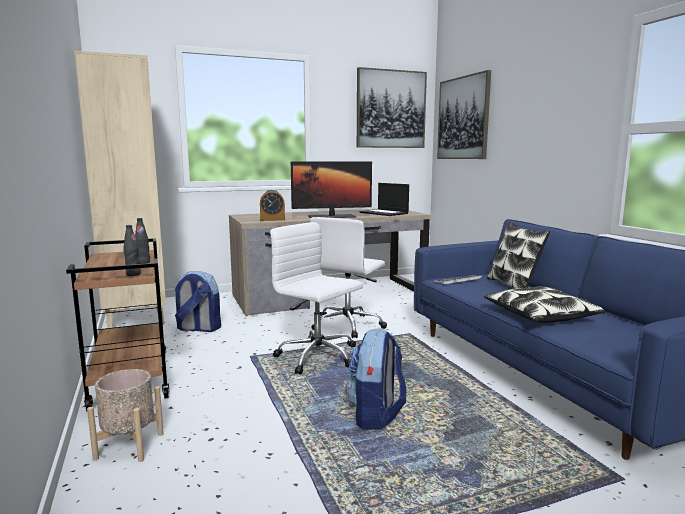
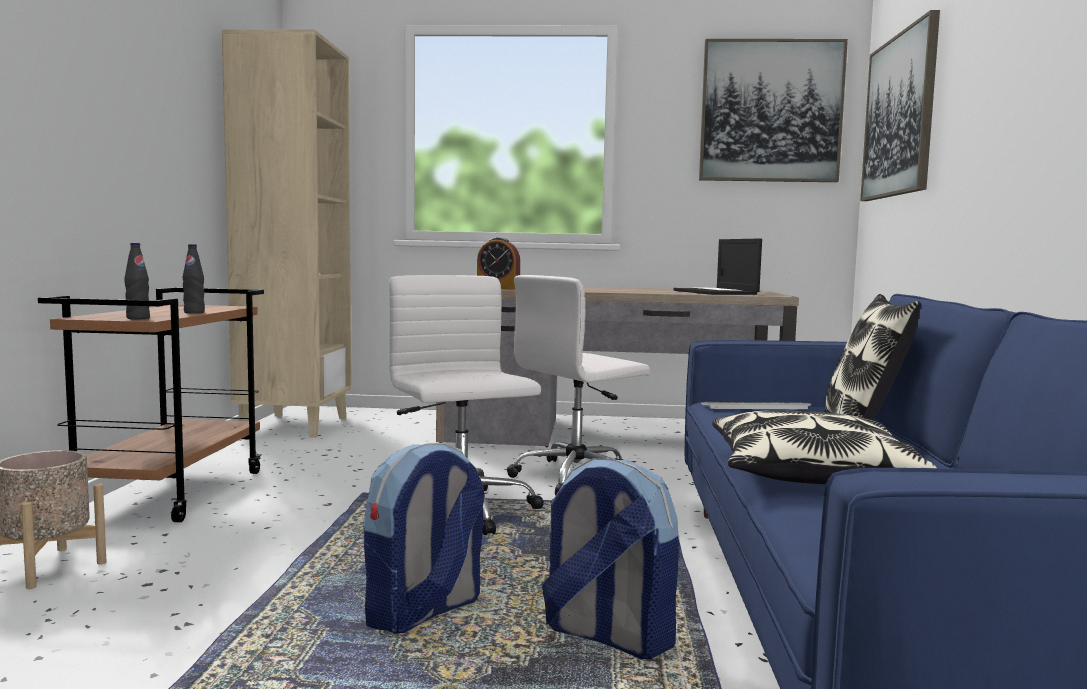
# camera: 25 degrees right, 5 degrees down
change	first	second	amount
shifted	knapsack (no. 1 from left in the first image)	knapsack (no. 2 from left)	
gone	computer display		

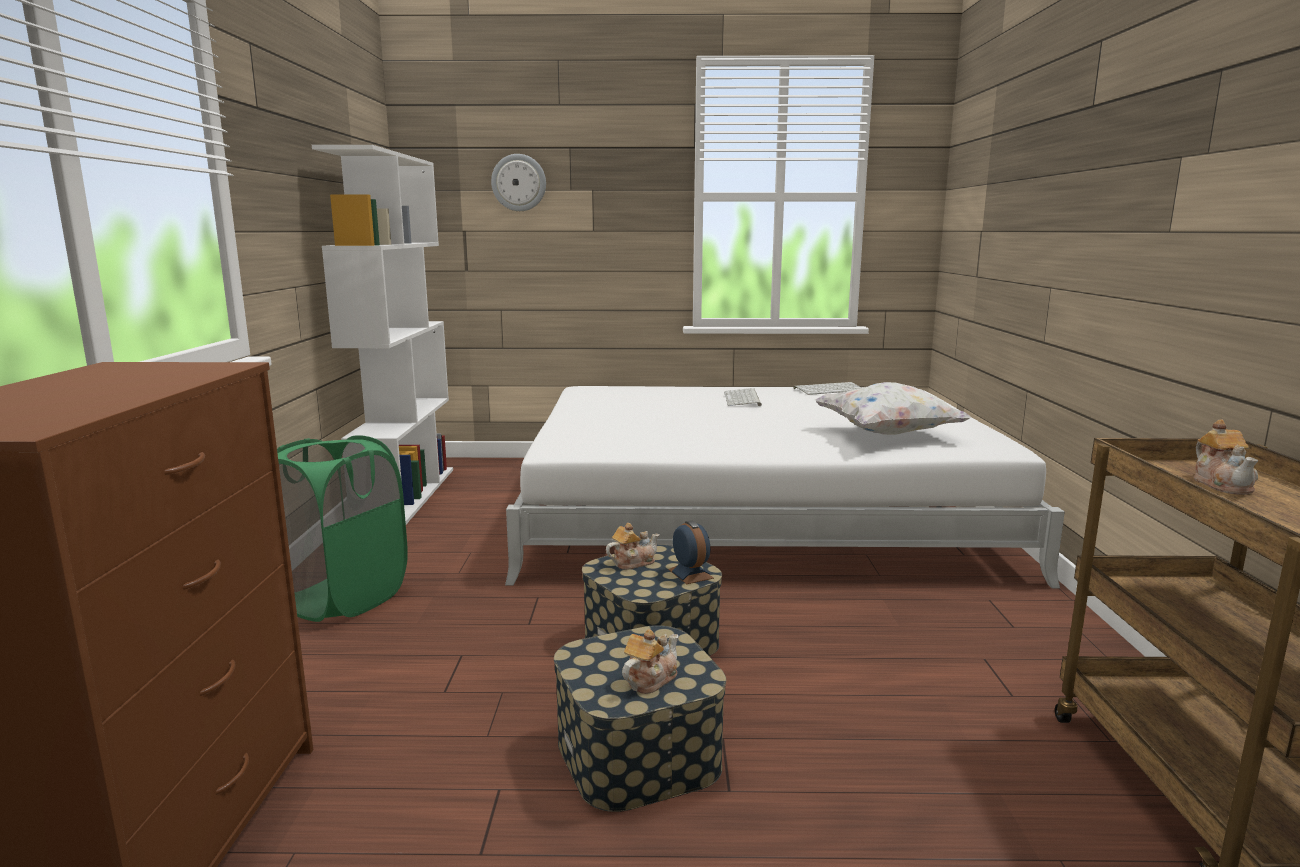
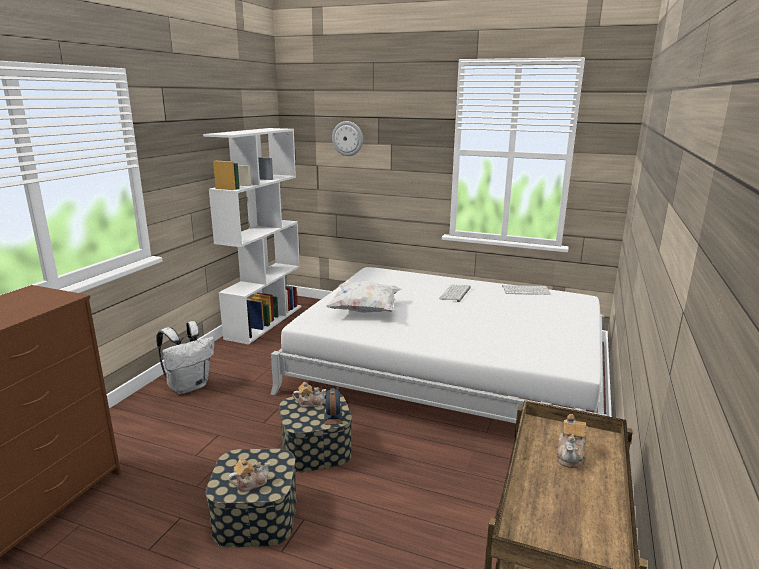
# camera: 20 degrees right, 5 degrees up
change	first	second	amount
swapped	green washing basket	whitish knapsack	
shifted	whitish throw pillow		

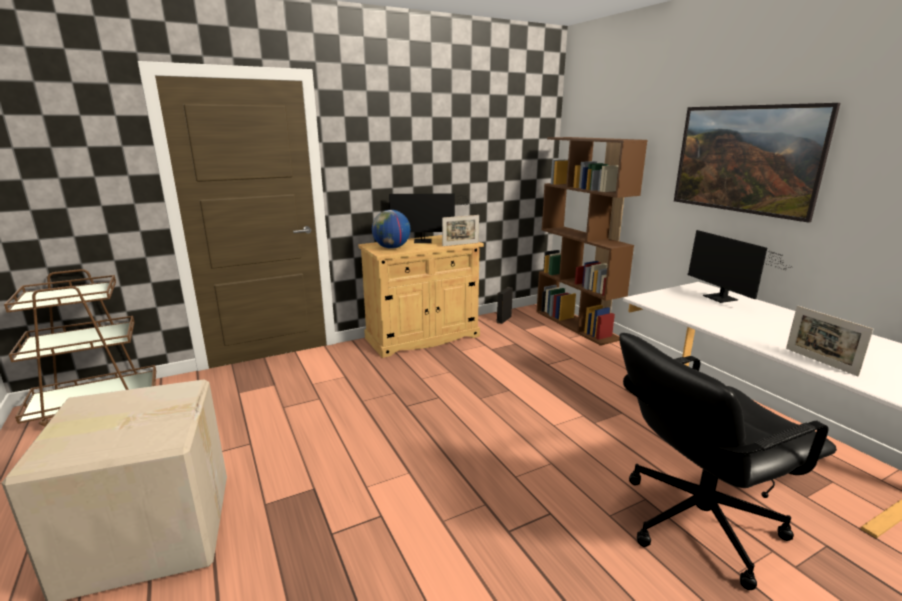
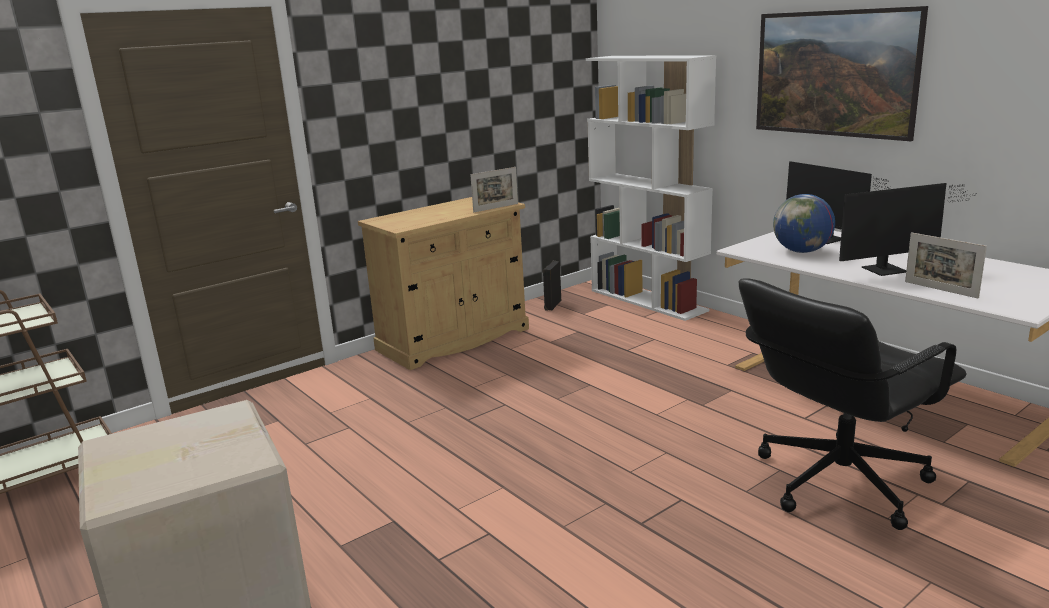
# camera: 10 degrees left, 0 degrees up
change	first	second	amount
shifted	globe		
shifted	computer display (no. 1 from left in the first image)	computer display (no. 2 from left)	
repainted	brownish bookshelf	whitish bookshelf	

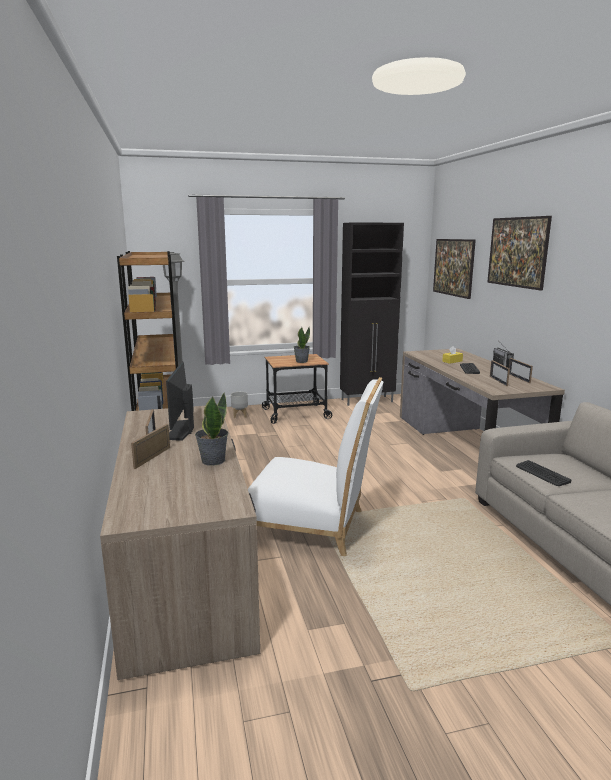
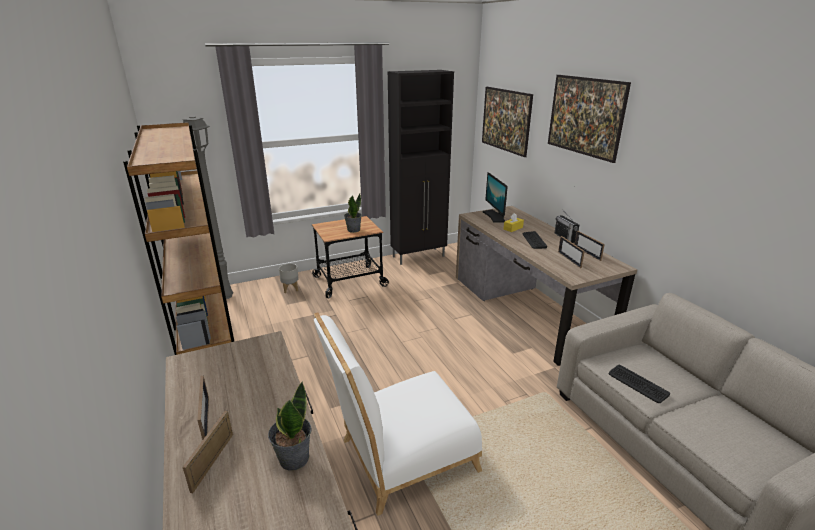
# camera: 10 degrees left, 10 degrees up
change	first	second	amount
shifted	computer display		
rotated	whitish chair		150 degrees clockwise

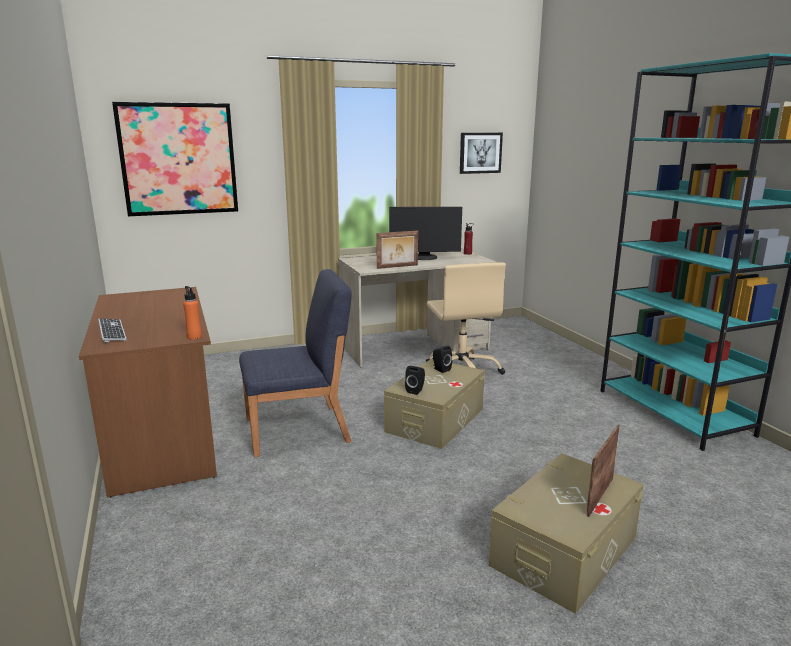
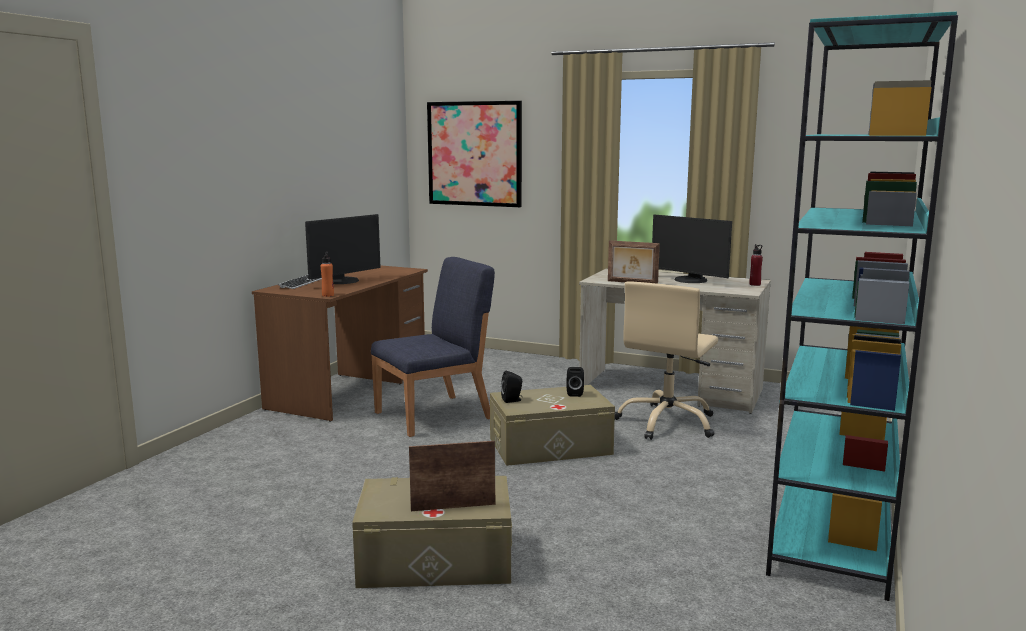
# camera: 45 degrees right, 5 degrees down
change	first	second	amount
rotated	blue chair		60 degrees counterclockwise
gone	picture (no. 2 from left)		
new		computer display (no. 1 from left)	

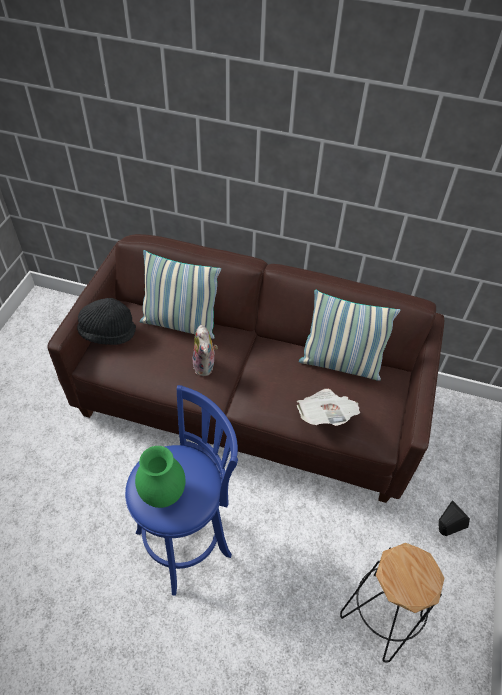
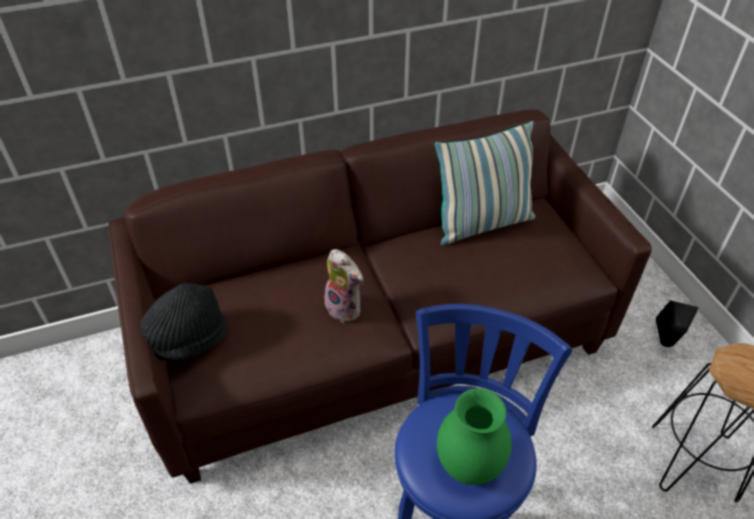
# camera: 35 degrees left, 5 degrees down
change	first	second	amount
gone	throw pillow (no. 1 from left)		
gone	newspaper		

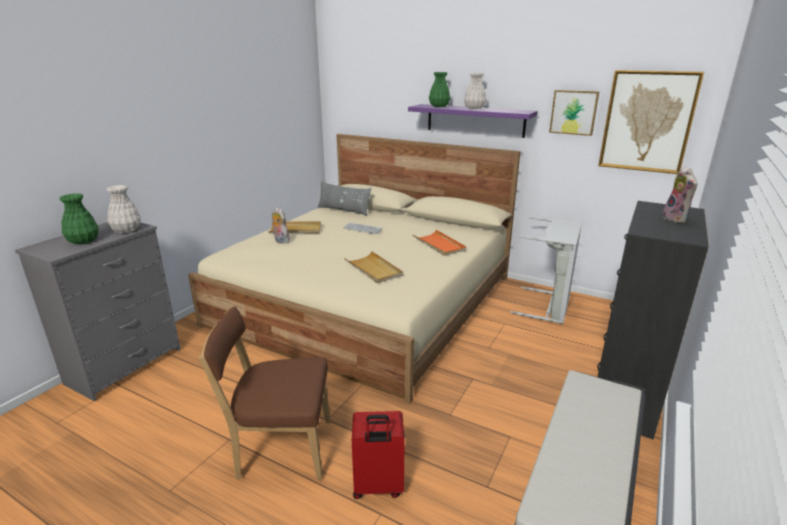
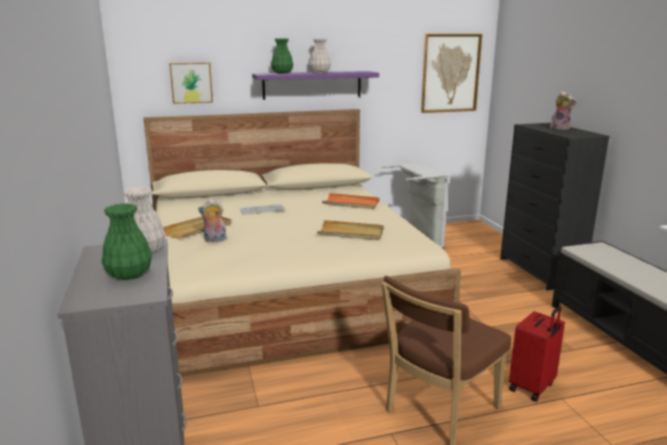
# camera: 45 degrees left, 5 degrees down
change	first	second	amount
gone	gray throw pillow		
shifted	picture (no. 1 from left)		

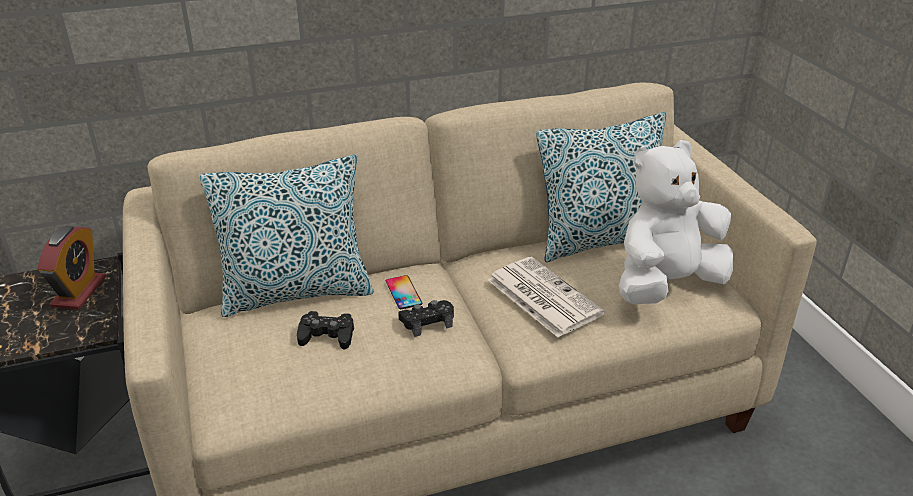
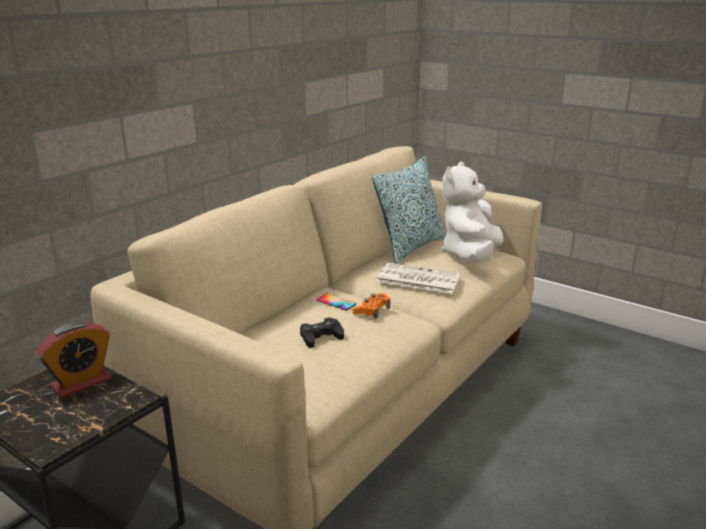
# camera: 35 degrees left, 10 degrees down
change	first	second	amount
rotated	bedside clock		75 degrees clockwise
gone	throw pillow (no. 1 from left)		
repainted	black-coloured joypad (no. 2 from left)	orange joypad	

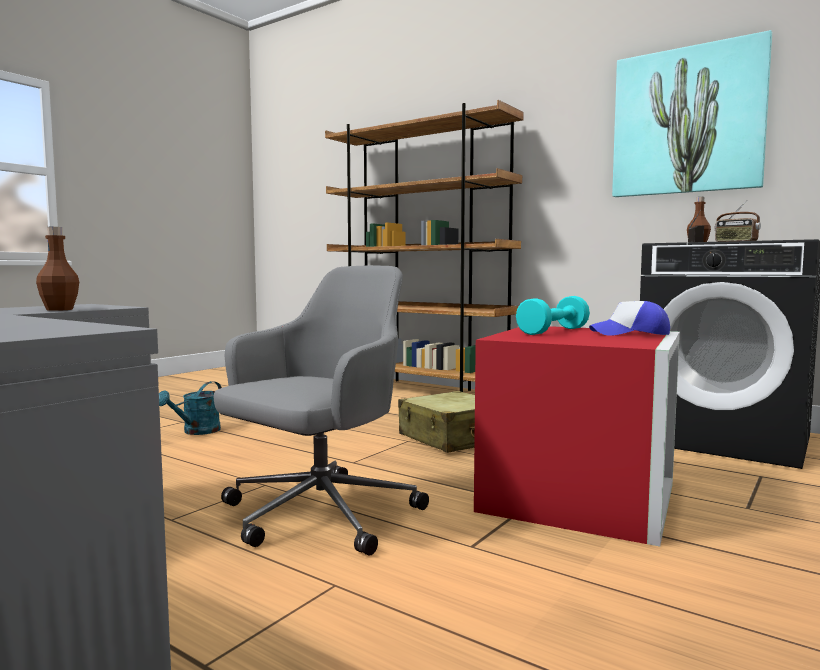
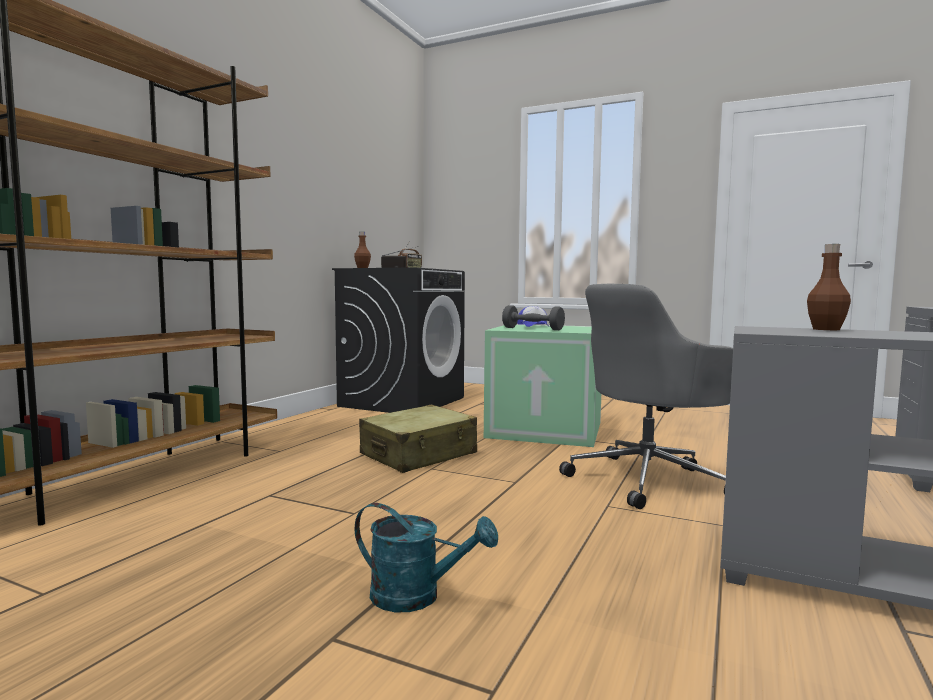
# camera: 100 degrees left, 0 degrees up
change	first	second	amount
rotated	gray office chair		60 degrees counterclockwise
repainted	reddish storage container	green storage container	
repainted	turquoise dumbbell	gray dumbbell	
gone	picture		

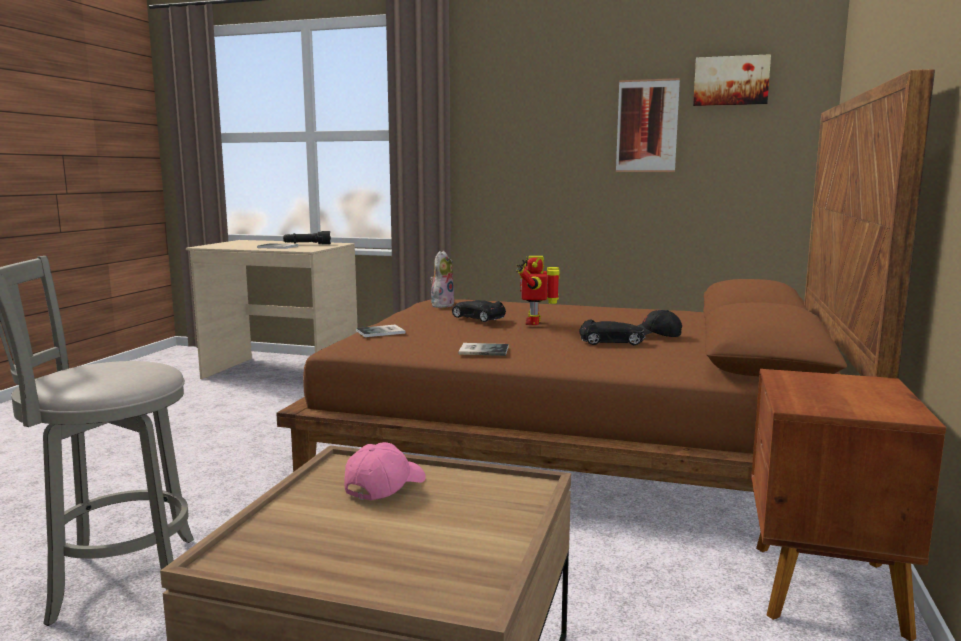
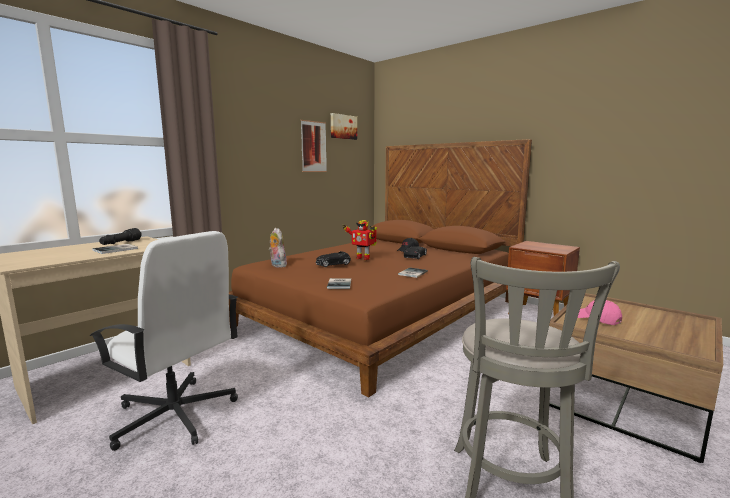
# camera: 65 degrees left, 0 degrees up
change	first	second	amount
new		whitish office chair	

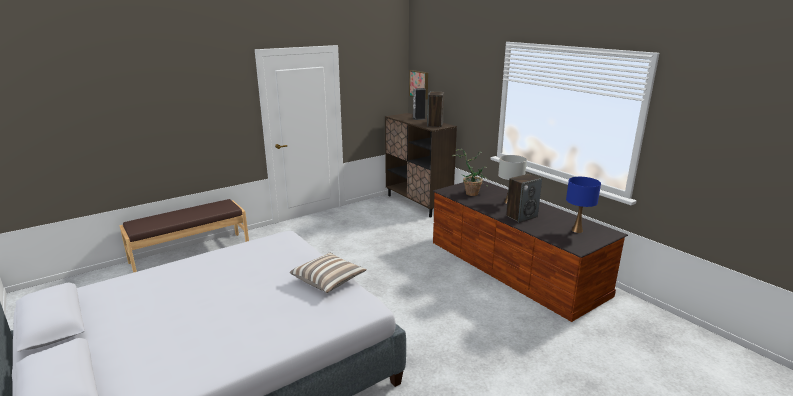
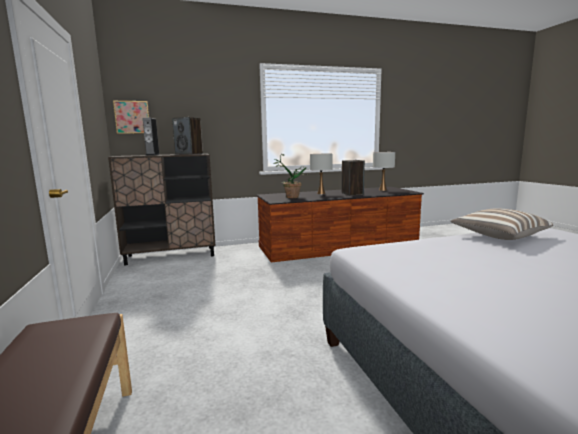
# camera: 70 degrees left, 10 degrees down
change	first	second	amount
repainted	blue tabletop lamp	whitish tabletop lamp (no. 2 from left)	

